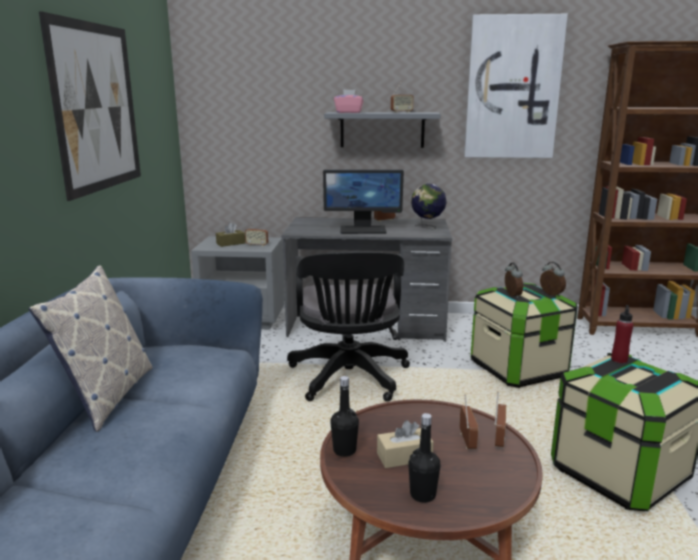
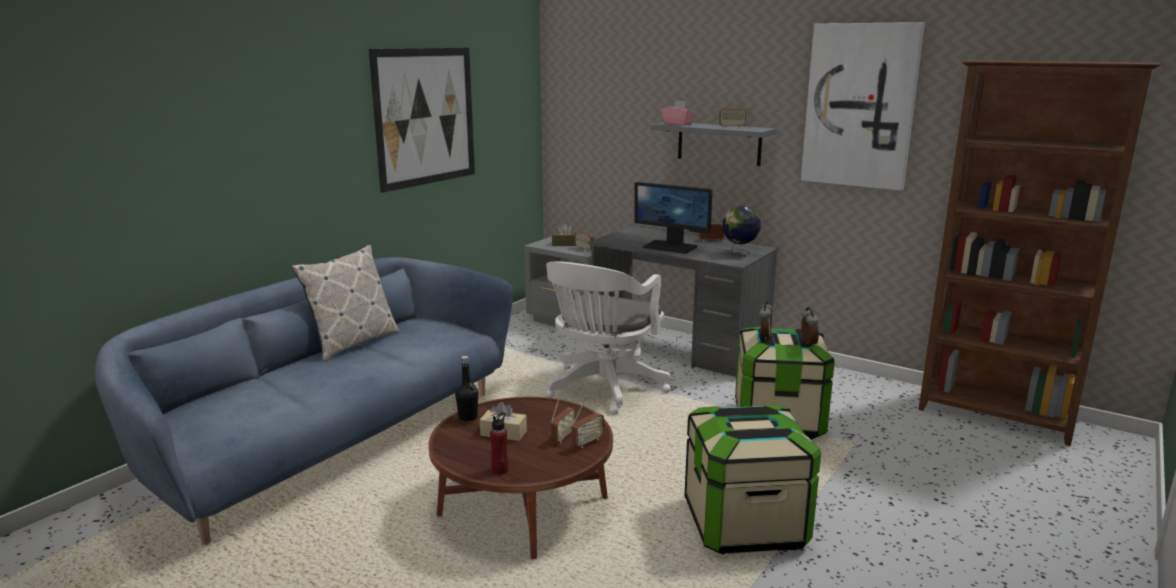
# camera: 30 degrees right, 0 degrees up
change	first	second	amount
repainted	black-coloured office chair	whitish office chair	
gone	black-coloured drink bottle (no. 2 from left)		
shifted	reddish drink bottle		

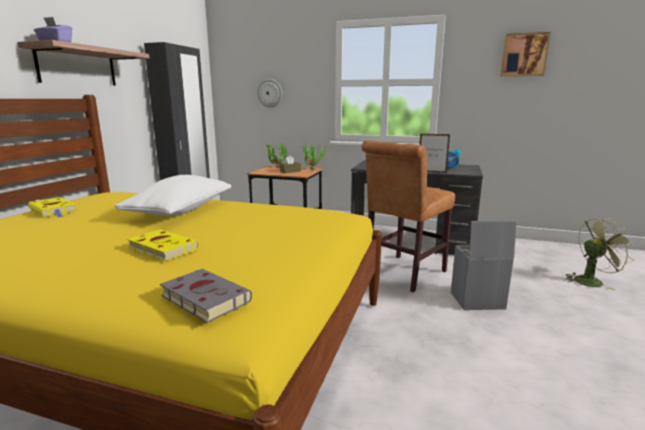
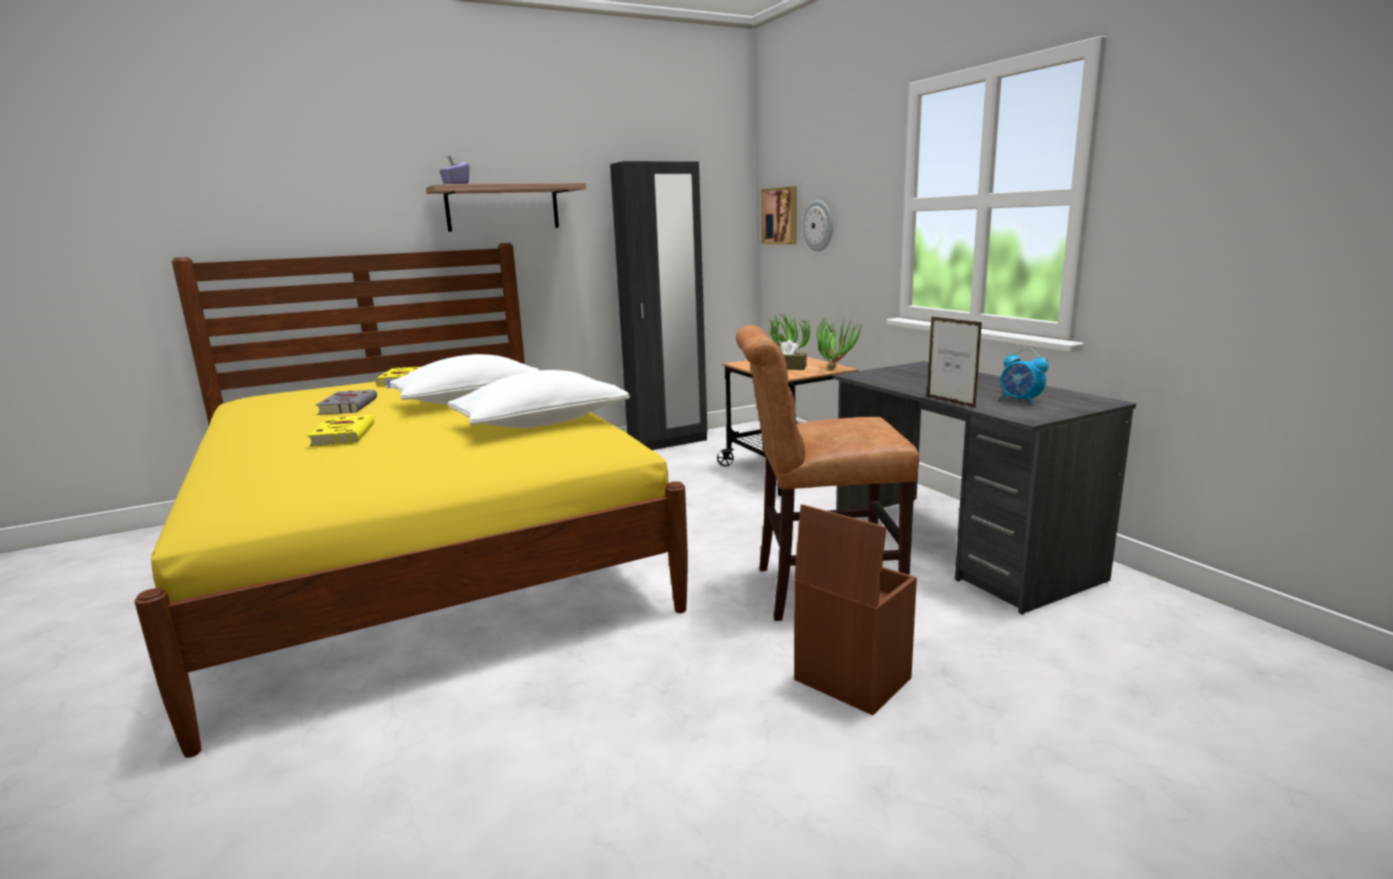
# camera: 45 degrees right, 0 degrees up
change	first	second	amount
shifted	gray bound book		
repainted	gray storage container	brownish storage container	
shifted	picture		
gone	green electric fan		
new		whitish throw pillow (no. 2 from left)	

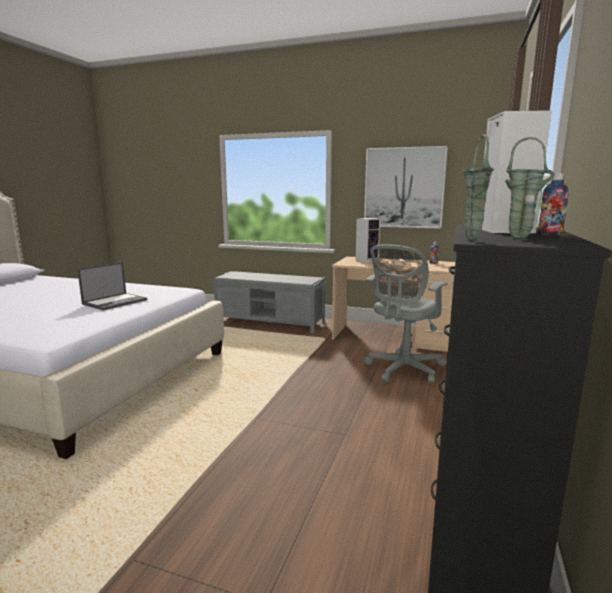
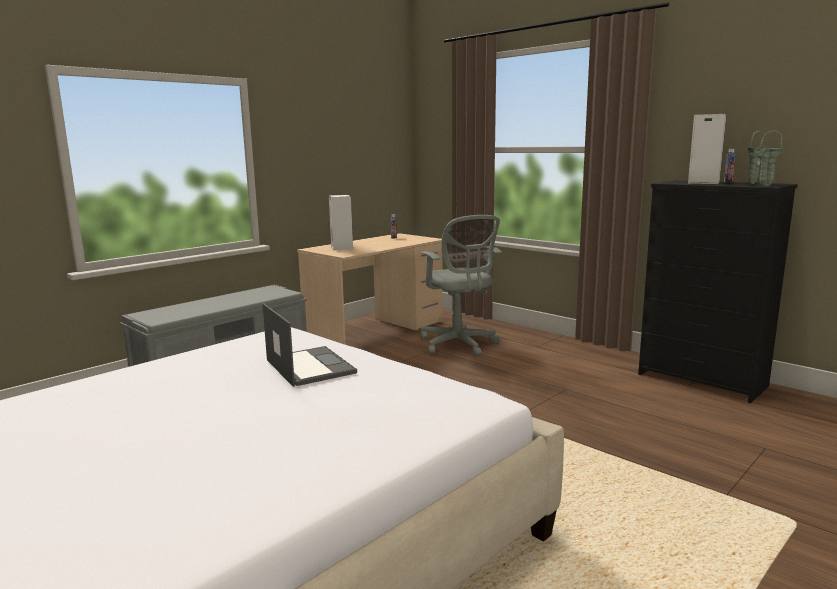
# camera: 65 degrees left, 0 degrees up
change	first	second	amount
gone	picture		

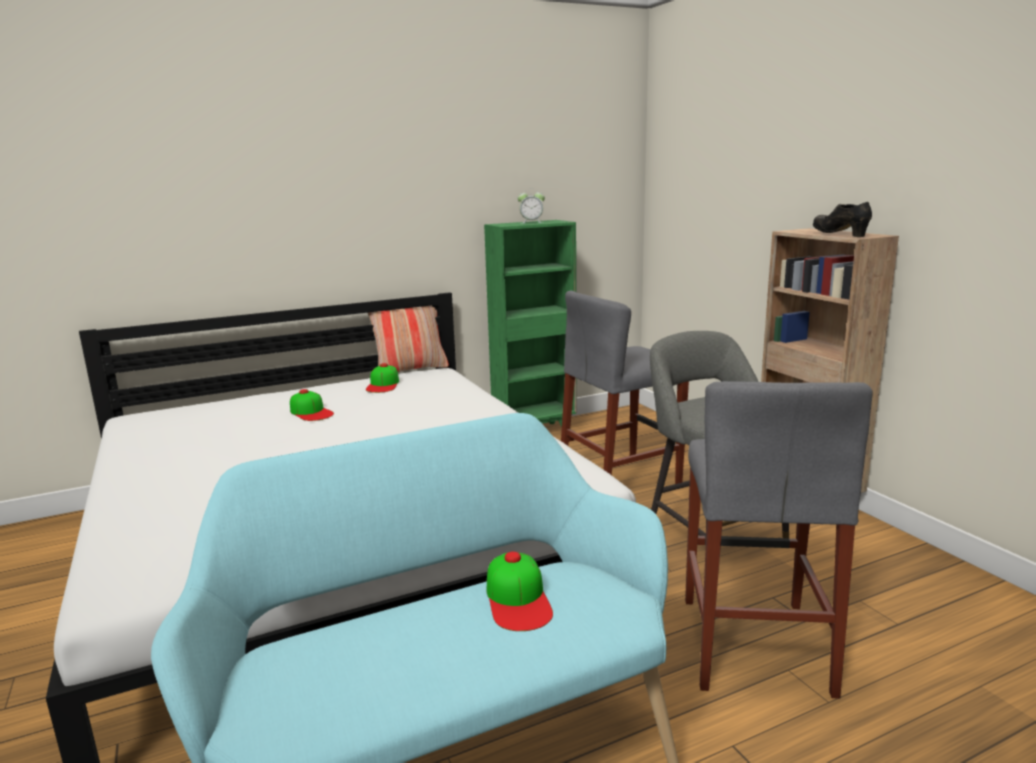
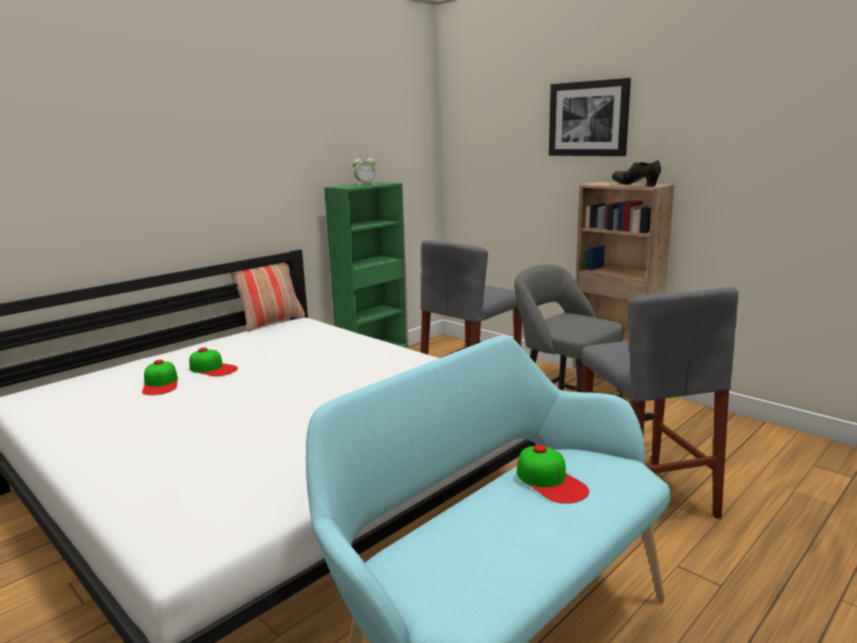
# camera: 20 degrees left, 0 degrees up
change	first	second	amount
shifted	peaked cap (no. 2 from left in the first image)	peaked cap (no. 1 from left)	
new		picture	

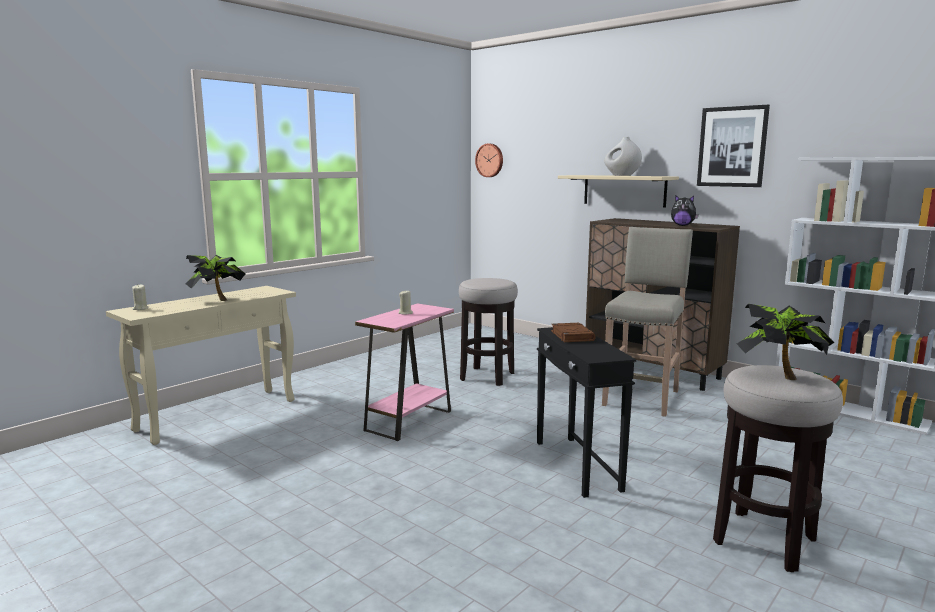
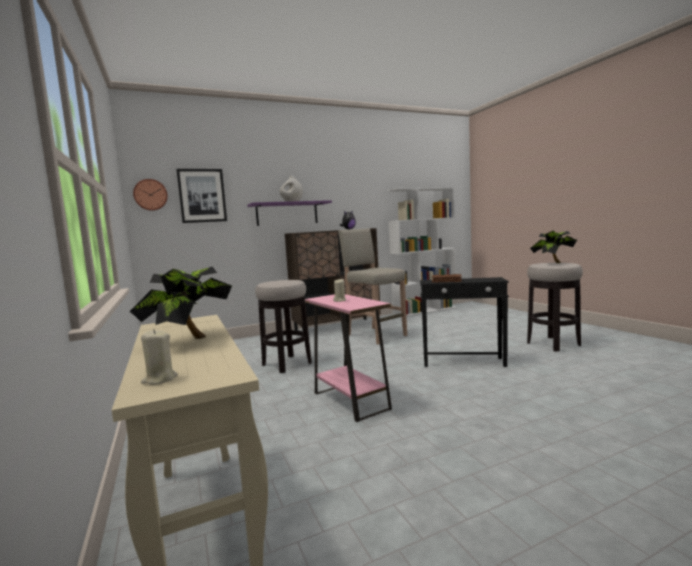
# camera: 65 degrees left, 5 degrees down
change	first	second	amount
repainted	beige-coloured bracket shelf	purple bracket shelf	
shifted	picture		

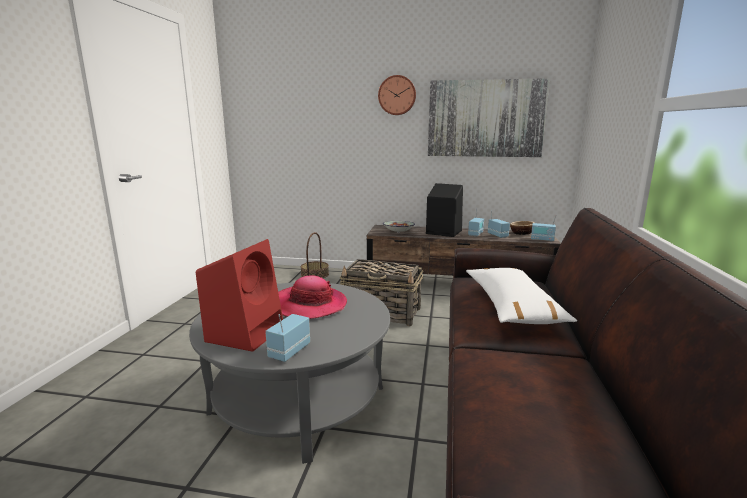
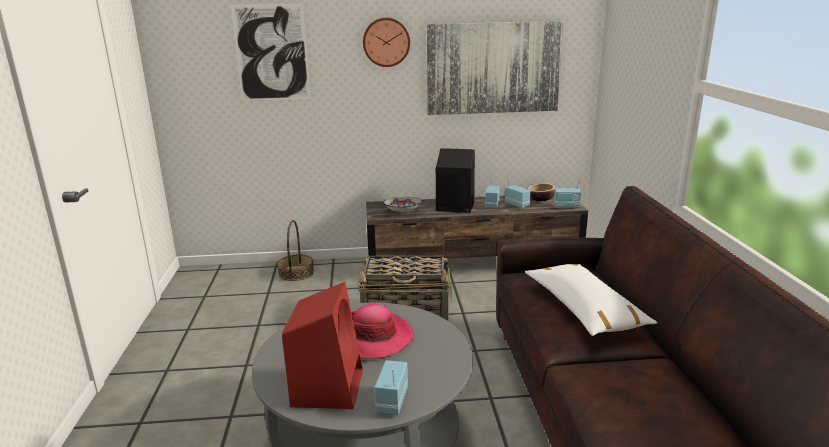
# camera: 15 degrees left, 5 degrees up
change	first	second	amount
new		picture (no. 1 from left)	

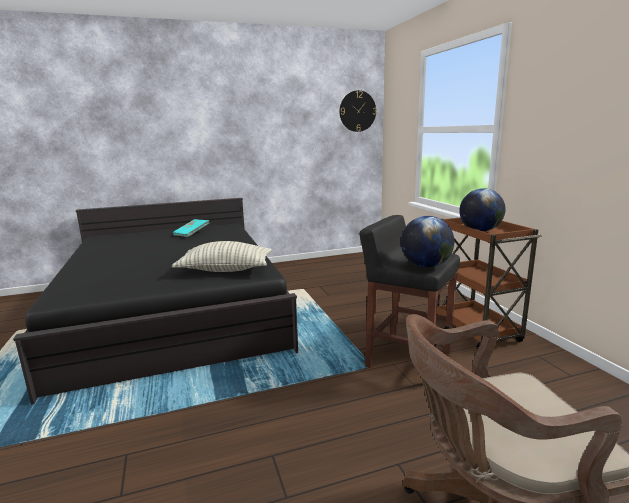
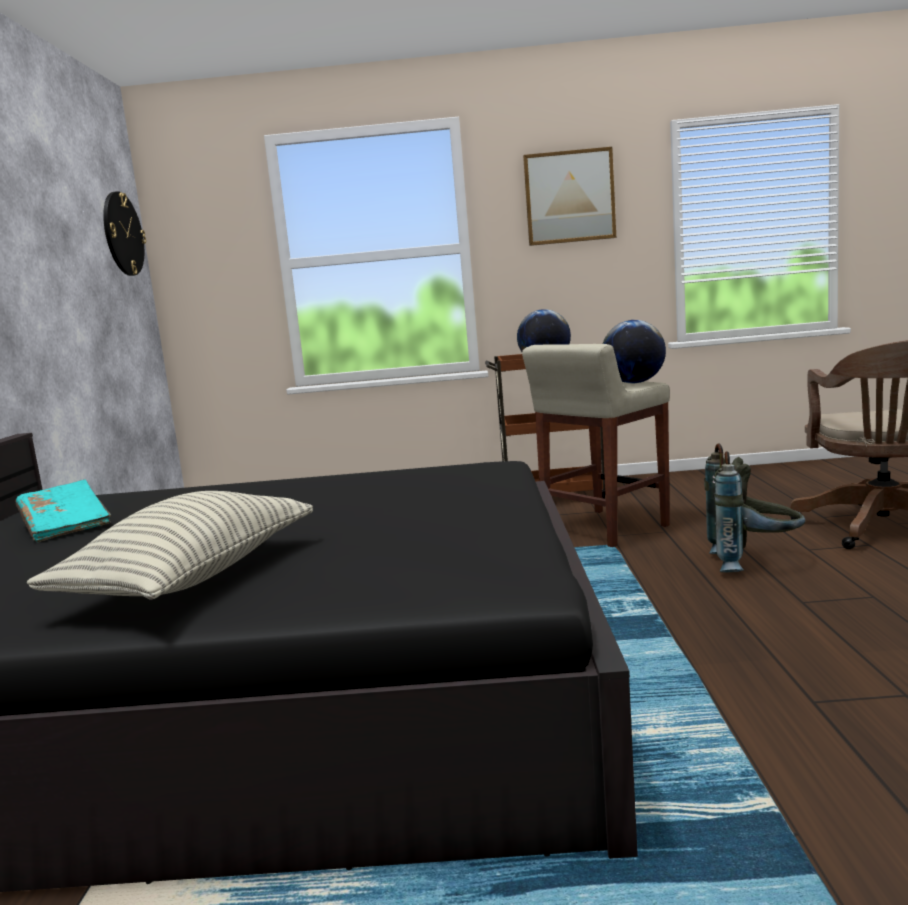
# camera: 70 degrees left, 5 degrees down
change	first	second	amount
shifted	throw pillow		
repainted	black-coloured sitting stool	beige-coloured sitting stool	
new		picture	
new		gray knapsack	

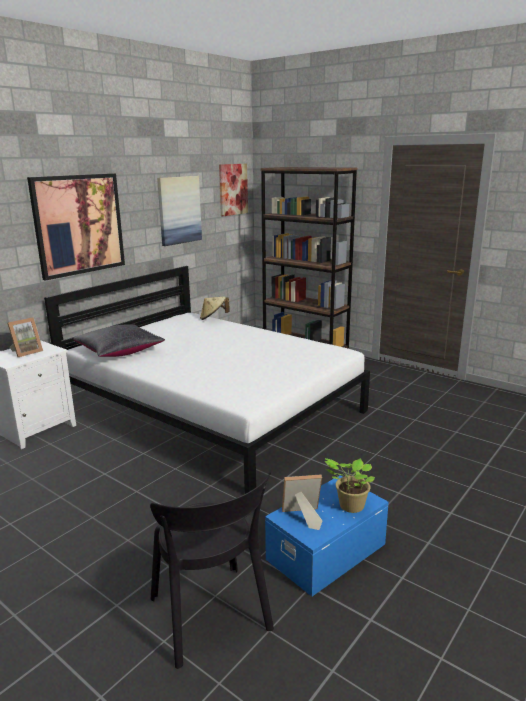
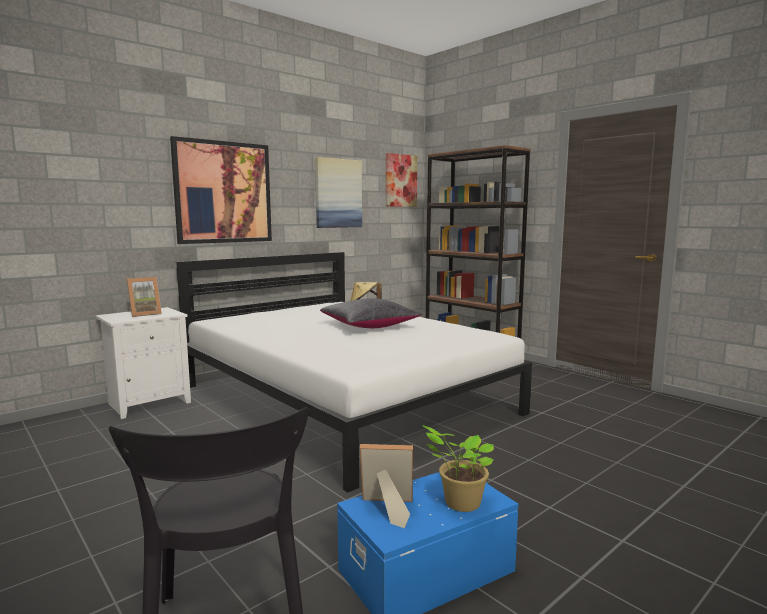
# camera: 10 degrees right, 10 degrees down
change	first	second	amount
shifted	black-coloured throw pillow		

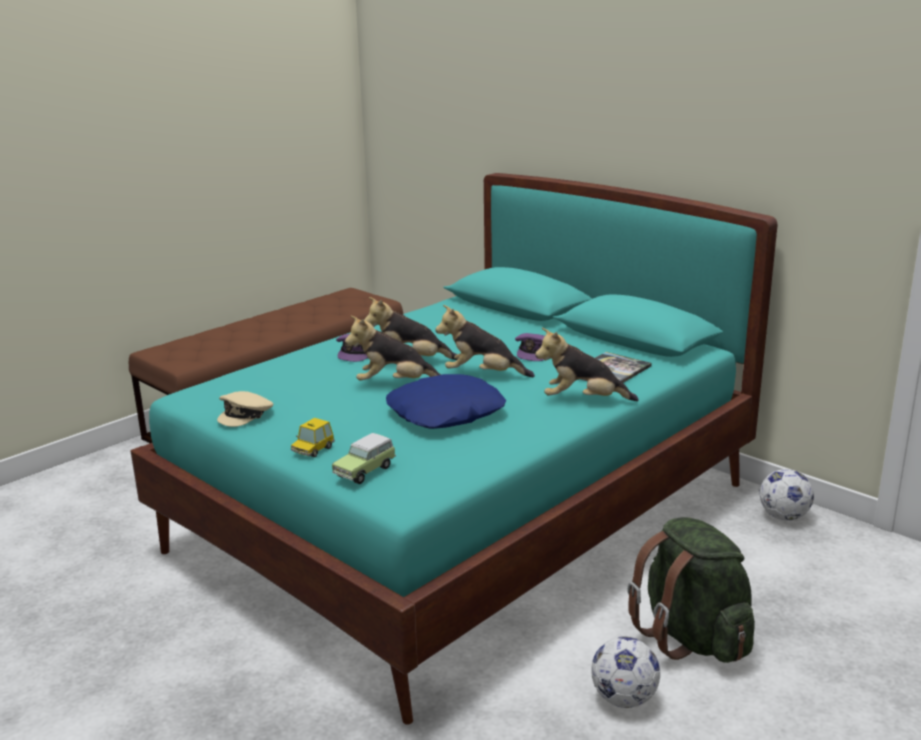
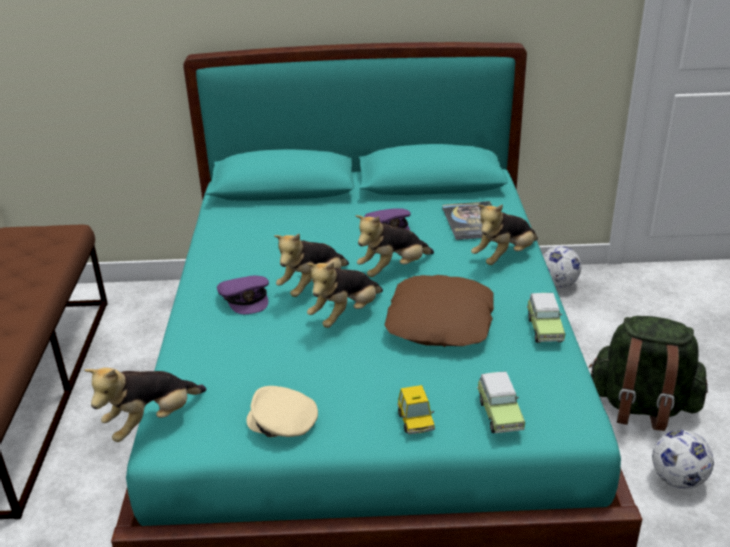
# camera: 45 degrees left, 10 degrees up
change	first	second	amount
rotated	beige-coloured peaked cap		120 degrees clockwise
repainted	blue throw pillow	brownish throw pillow	
new		plush toy (no. 1 from left)	
new		miniature car (no. 3 from left)	

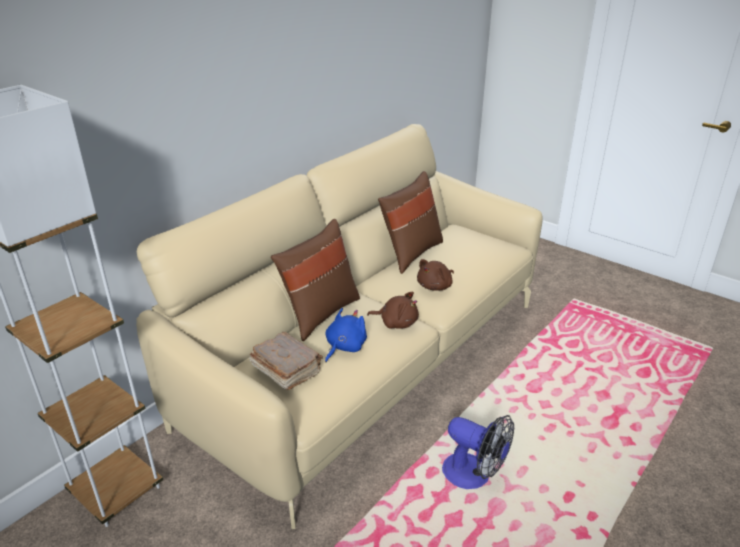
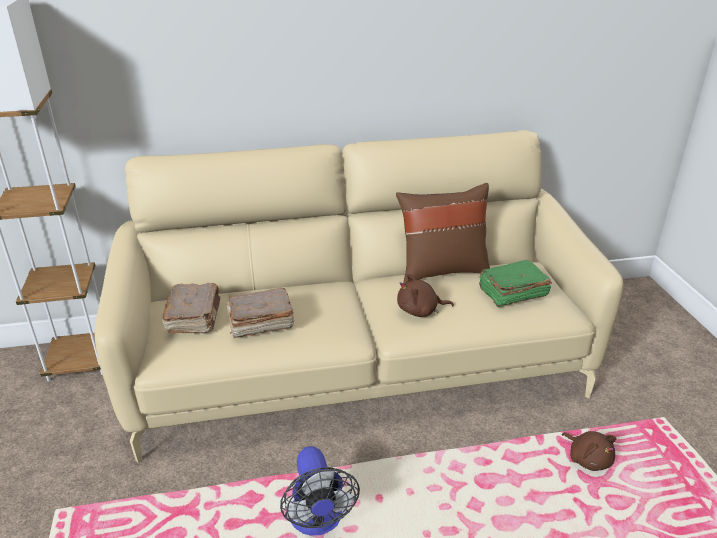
# camera: 40 degrees right, 0 degrees up
change	first	second	amount
gone	brownish throw pillow (no. 1 from left)		
swapped	blue plush toy	brownish bound book (no. 2 from left)	
shifted	brownish plush toy (no. 1 from left in the first image)	brownish plush toy (no. 2 from left)	
new		green bound book	

